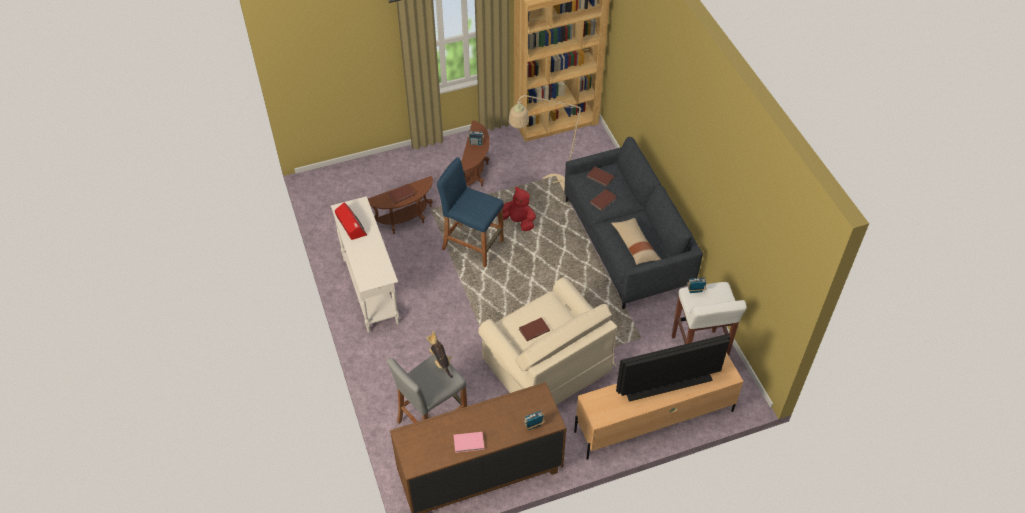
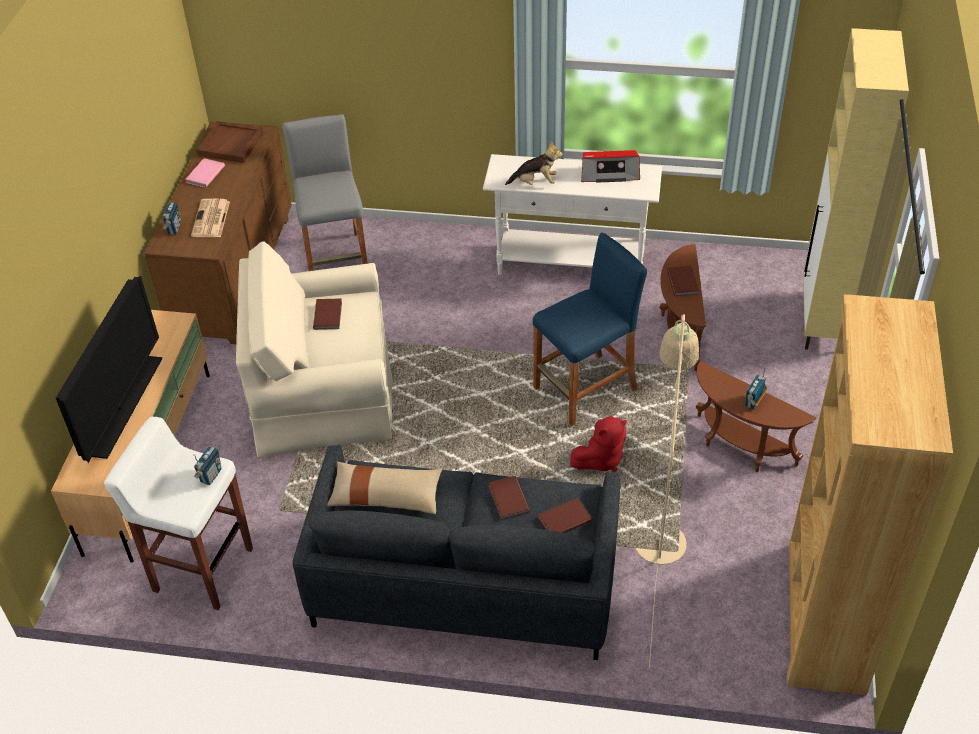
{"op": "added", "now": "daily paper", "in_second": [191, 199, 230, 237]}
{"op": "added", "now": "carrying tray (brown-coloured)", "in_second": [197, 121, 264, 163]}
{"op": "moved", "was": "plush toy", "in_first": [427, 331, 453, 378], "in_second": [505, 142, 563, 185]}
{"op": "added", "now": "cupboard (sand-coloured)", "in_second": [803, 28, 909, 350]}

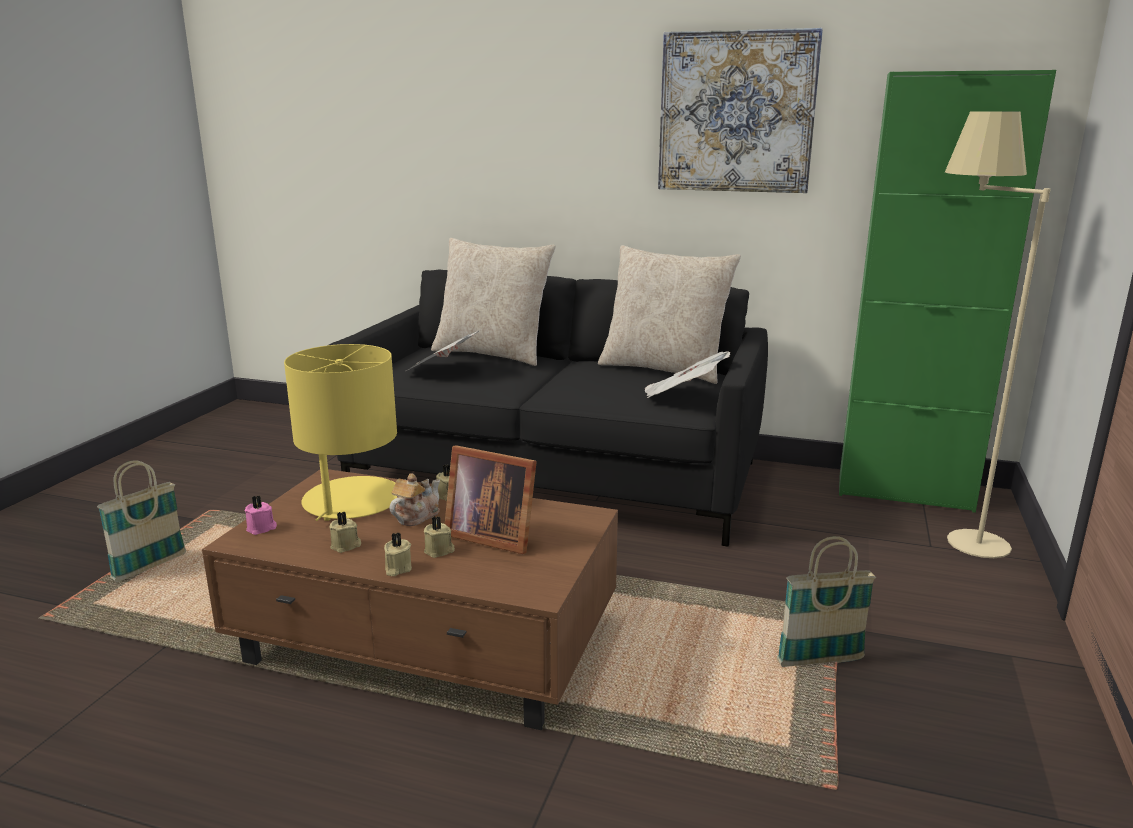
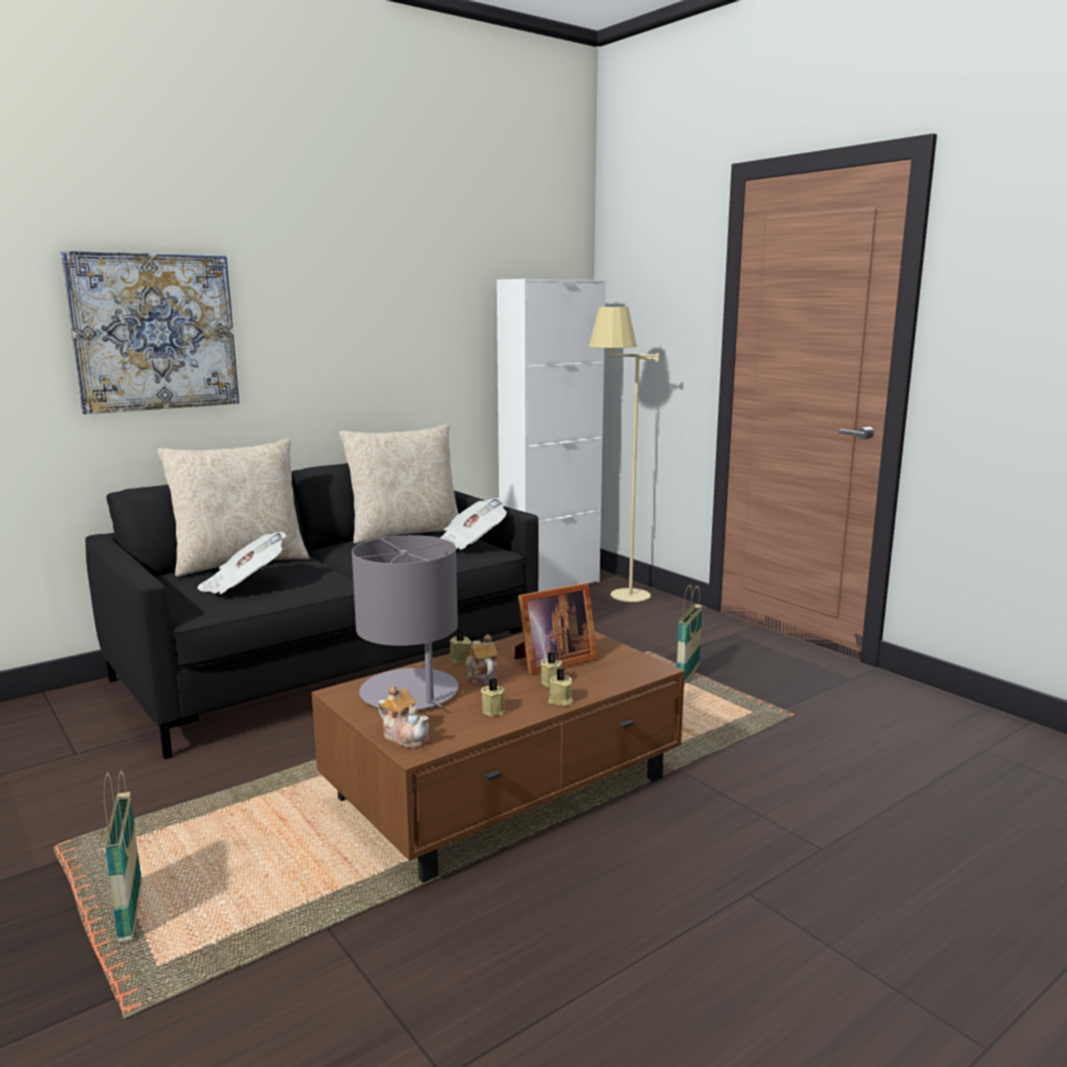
{"op": "moved", "was": "wall art", "in_first": [658, 28, 823, 193], "in_second": [61, 250, 239, 414]}
{"op": "recoloured", "was": "table lamp (yellow-coloured)", "now": "table lamp (greyish)", "in_first": [284, 344, 397, 521], "in_second": [352, 535, 459, 710]}
{"op": "replaced", "was": "candle (pinkish)", "now": "teapot", "in_first": [245, 496, 277, 535], "in_second": [378, 686, 429, 748]}
{"op": "recoloured", "was": "cupboard (green)", "now": "cupboard (whitish)", "in_first": [839, 70, 1056, 513], "in_second": [497, 279, 606, 591]}

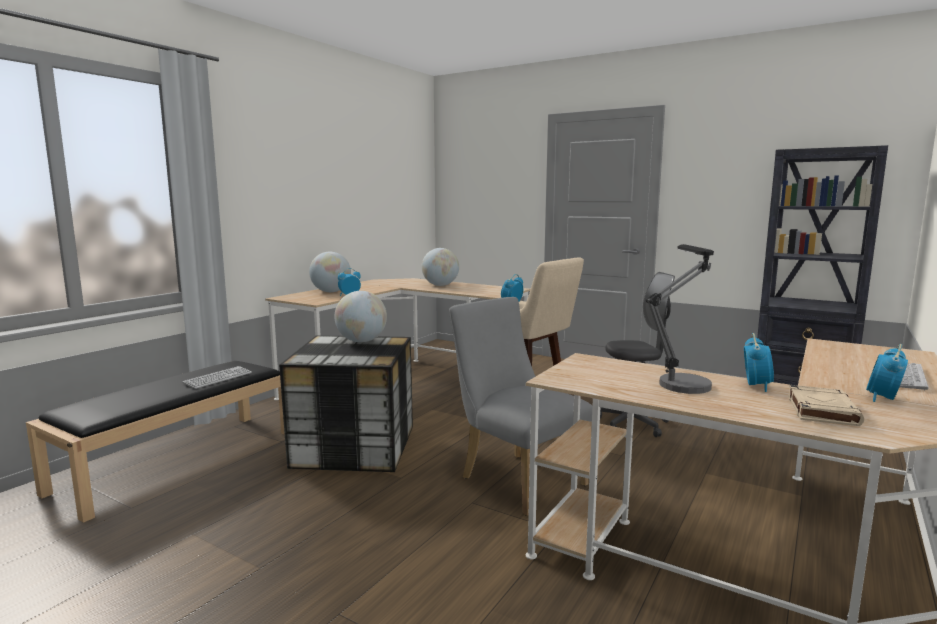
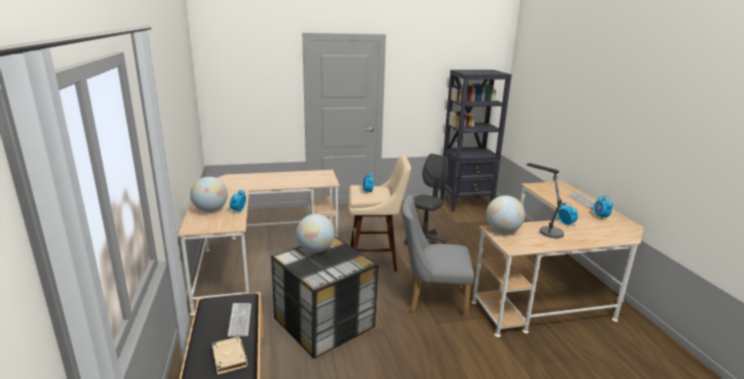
{"op": "moved", "was": "book (sand-coloured)", "in_first": [788, 385, 864, 426], "in_second": [212, 337, 248, 375]}
{"op": "moved", "was": "desk globe", "in_first": [422, 248, 459, 286], "in_second": [486, 196, 525, 233]}

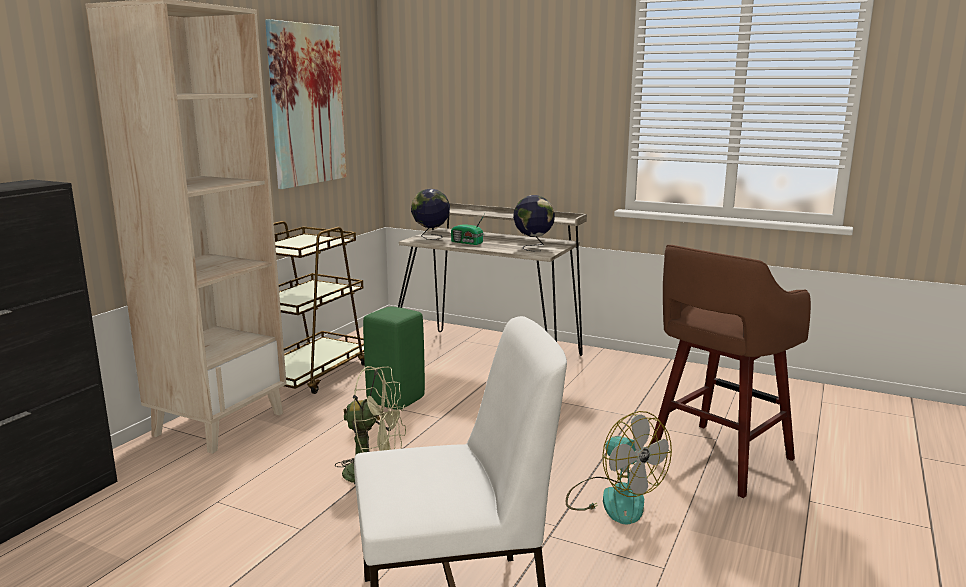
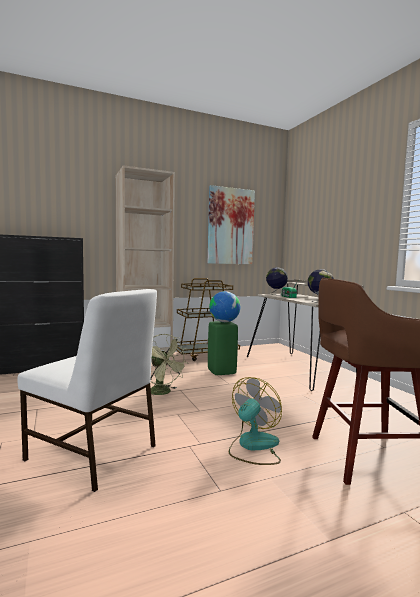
{"op": "added", "now": "desk globe", "in_second": [209, 291, 240, 322]}
{"op": "turned", "was": "cooling fan", "in_first": [565, 411, 672, 524], "in_second": [229, 377, 282, 465], "clockwise": -150}

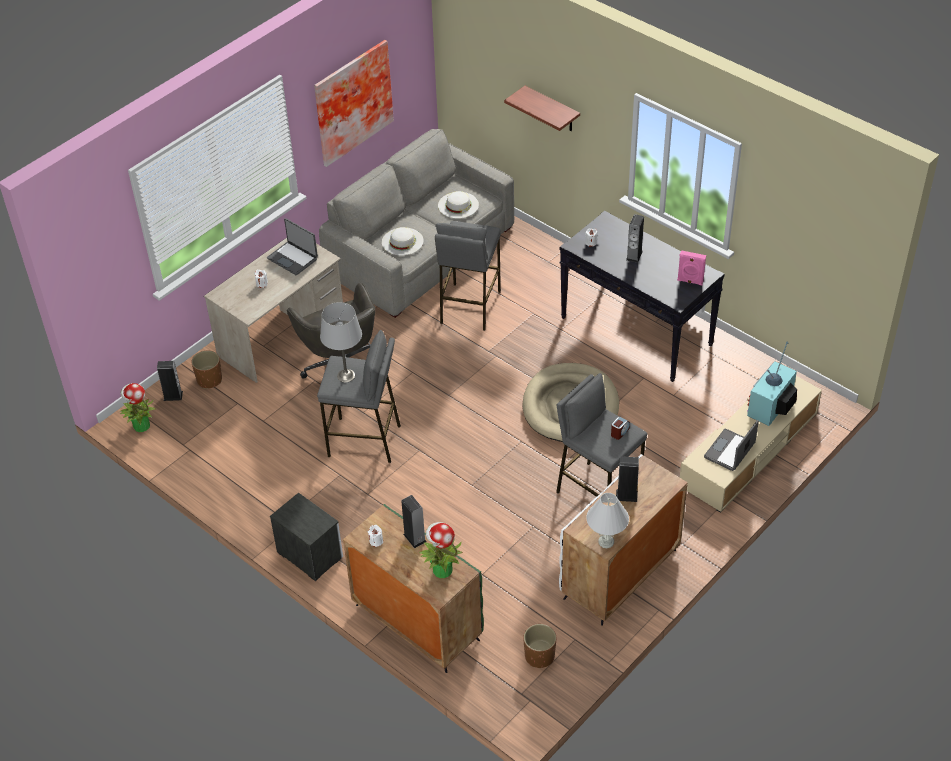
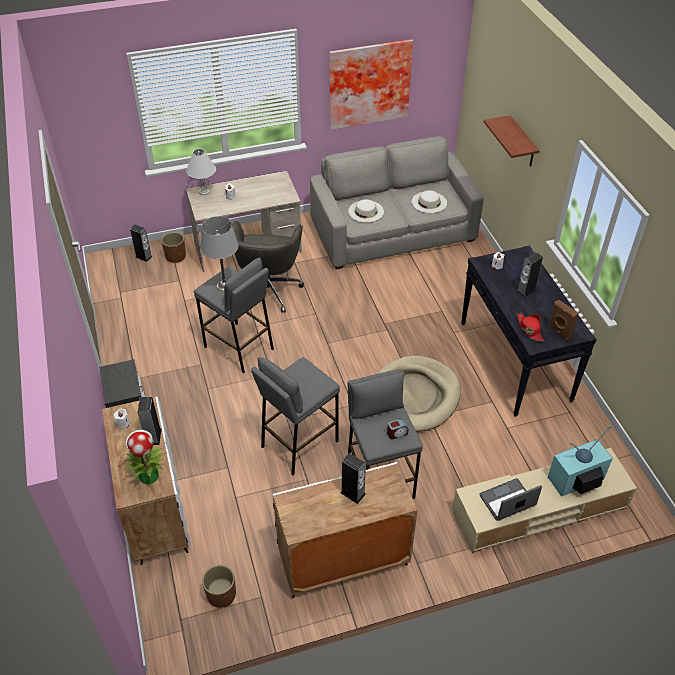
{"op": "recoloured", "was": "cupboard (green)", "now": "cupboard (whitish)", "in_first": [343, 504, 484, 673], "in_second": [102, 397, 191, 565]}
{"op": "moved", "was": "table lamp (whitish)", "in_first": [586, 493, 629, 548], "in_second": [186, 149, 216, 195]}
{"op": "moved", "was": "stool seat (greyish)", "in_first": [435, 221, 501, 331], "in_second": [251, 357, 340, 475]}
{"op": "added", "now": "clothing hat (red-coloured)", "in_second": [517, 313, 545, 342]}
{"op": "recoloured", "was": "audio speaker (pinkish)", "now": "audio speaker (brown-coloured)", "in_first": [677, 250, 706, 285], "in_second": [548, 300, 579, 341]}
{"op": "removed", "was": "houseplant", "in_first": [119, 383, 156, 432]}
{"op": "removed", "was": "notebook computer", "in_first": [267, 218, 318, 276]}

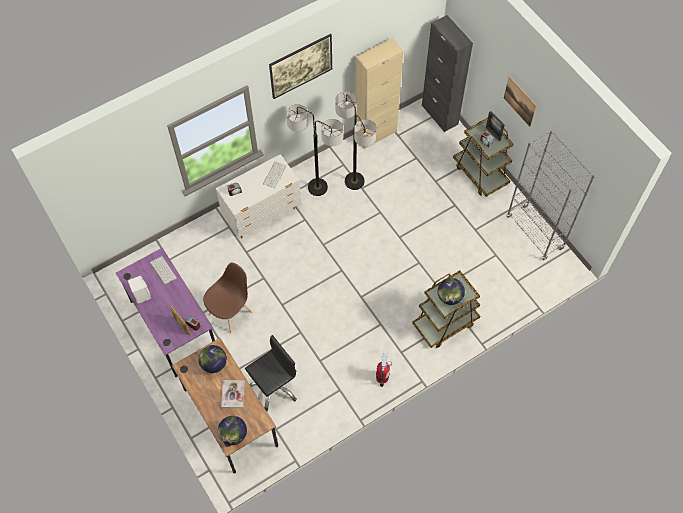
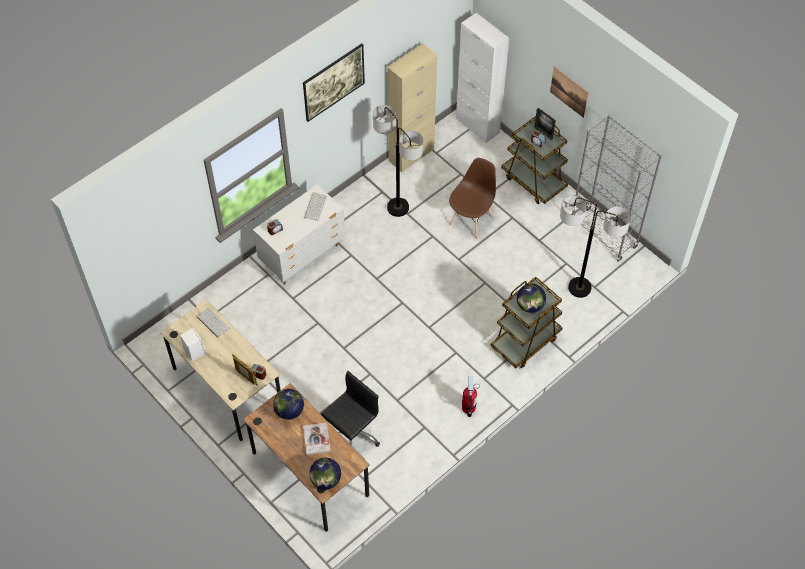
{"op": "recoloured", "was": "desk unit (purple-coloured)", "now": "desk unit (sand-coloured)", "in_first": [116, 248, 215, 377], "in_second": [160, 299, 281, 441]}
{"op": "moved", "was": "plain chair (brown-coloured)", "in_first": [203, 262, 253, 333], "in_second": [449, 158, 496, 239]}
{"op": "recoloured", "was": "cupboard (black-coloured)", "now": "cupboard (whitish)", "in_first": [422, 15, 473, 132], "in_second": [456, 13, 509, 143]}
{"op": "moved", "was": "floor lamp", "in_first": [286, 104, 343, 196], "in_second": [560, 195, 631, 298]}

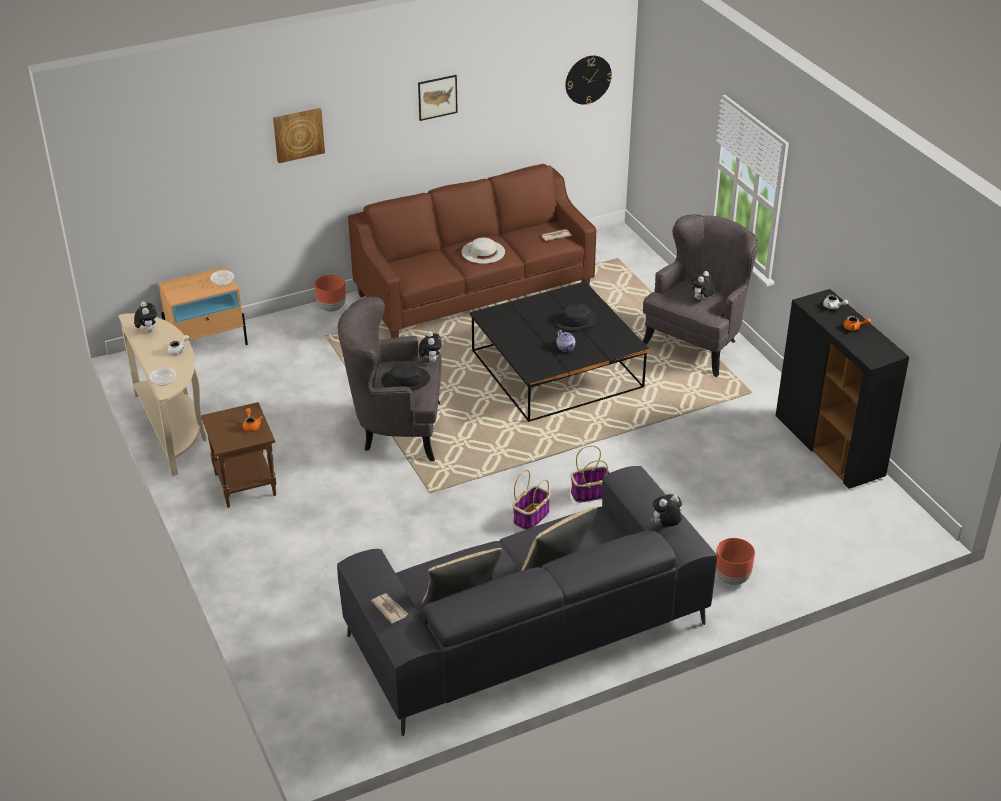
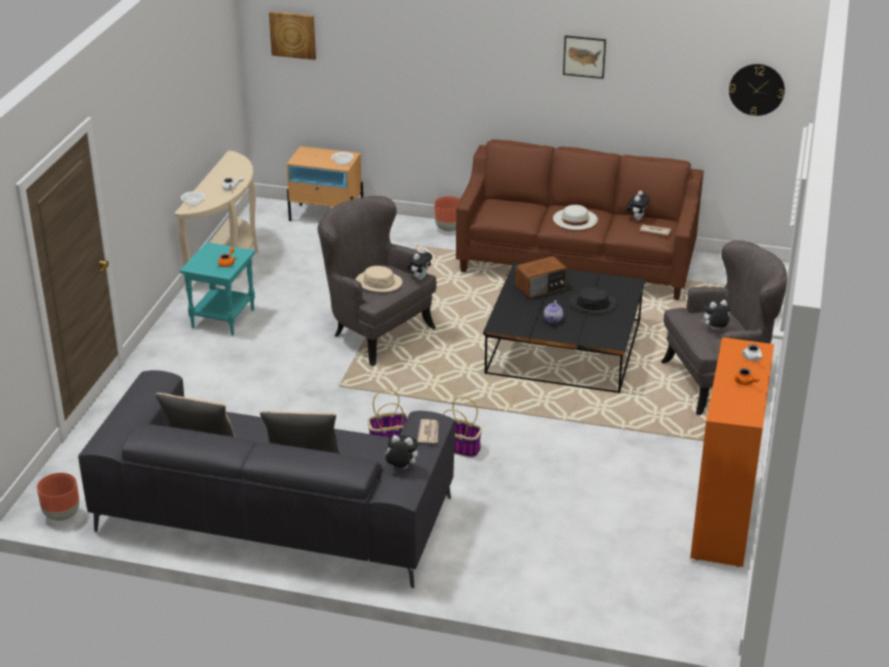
{"op": "moved", "was": "flower pot (brown-coloured)", "in_first": [716, 538, 755, 585], "in_second": [37, 473, 79, 521]}
{"op": "recoloured", "was": "accent table (brown-coloured)", "now": "accent table (turquoise)", "in_first": [201, 402, 276, 508], "in_second": [180, 242, 255, 335]}
{"op": "moved", "was": "wall art", "in_first": [273, 108, 325, 163], "in_second": [269, 11, 316, 60]}
{"op": "recoloured", "was": "clothing hat (black-coloured)", "now": "clothing hat (sand-coloured)", "in_first": [381, 363, 430, 391], "in_second": [356, 266, 402, 292]}
{"op": "moved", "was": "daily paper", "in_first": [371, 594, 408, 624], "in_second": [417, 419, 438, 443]}
{"op": "added", "now": "radio", "in_second": [515, 256, 567, 298]}
{"op": "moved", "was": "plush toy", "in_first": [134, 301, 157, 333], "in_second": [626, 191, 649, 221]}
{"op": "recoloured", "was": "cupboard (black-coloured)", "now": "cupboard (orange)", "in_first": [776, 289, 909, 489], "in_second": [690, 337, 774, 567]}

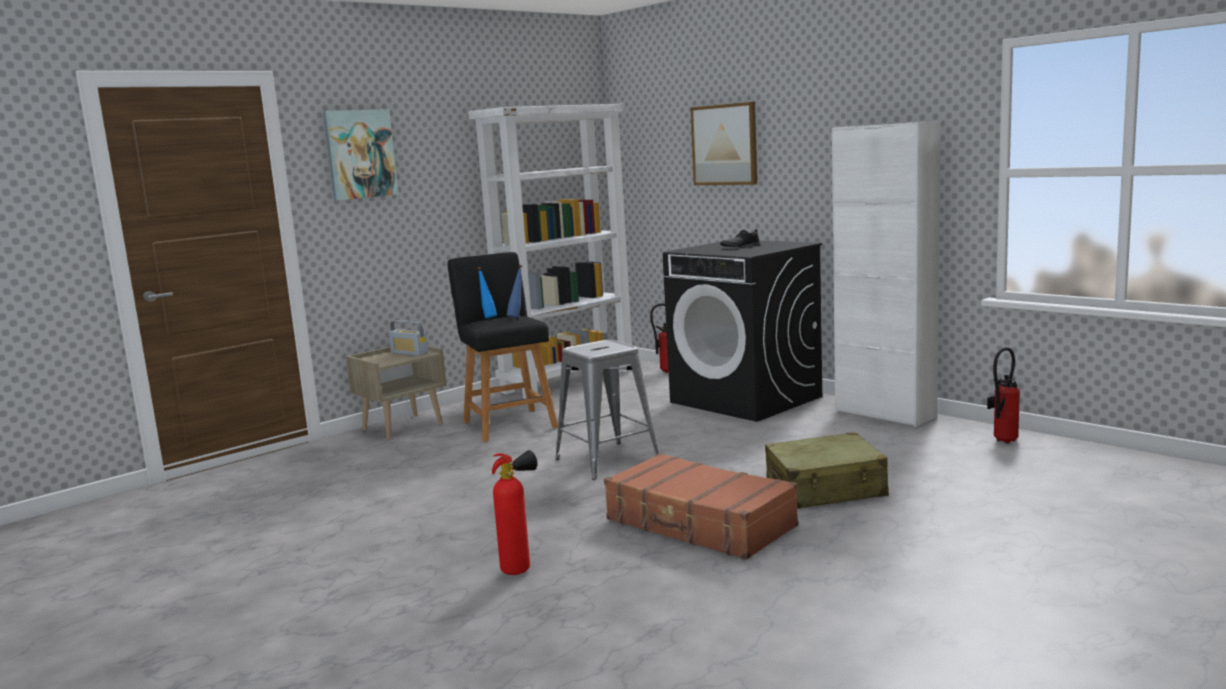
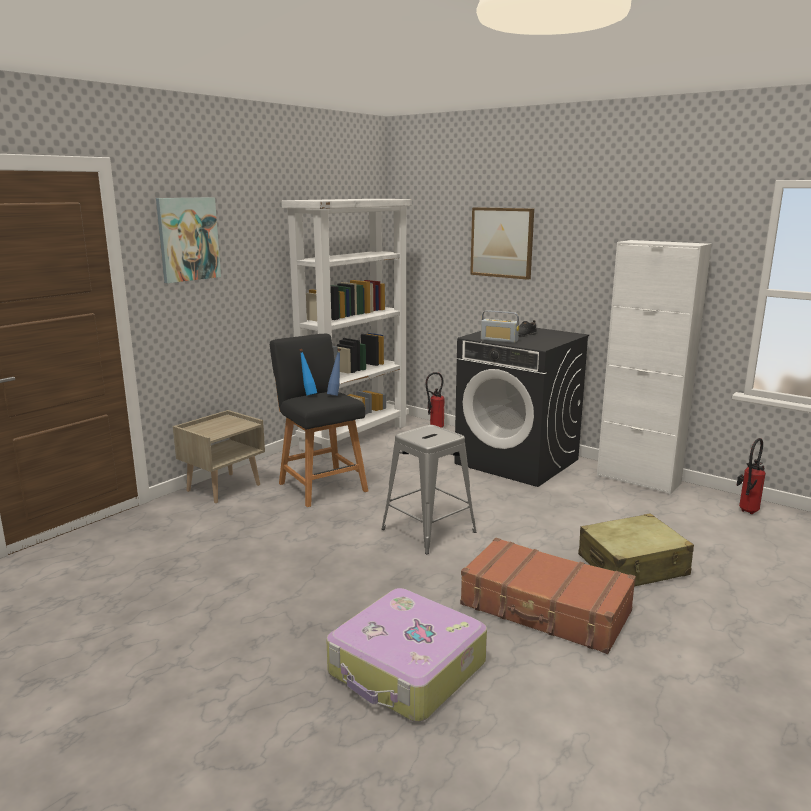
{"op": "replaced", "was": "fire extinguisher", "now": "suitcase", "in_first": [492, 450, 538, 575], "in_second": [326, 588, 487, 722]}
{"op": "moved", "was": "radio", "in_first": [389, 320, 428, 356], "in_second": [481, 310, 519, 343]}

